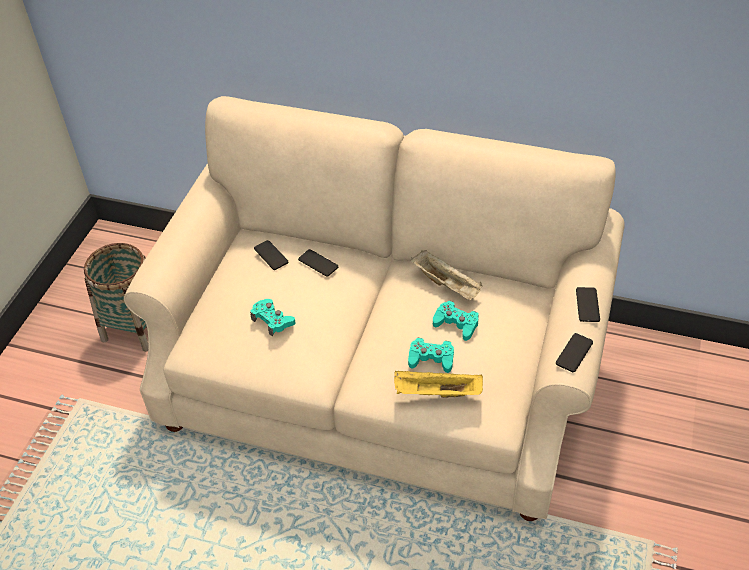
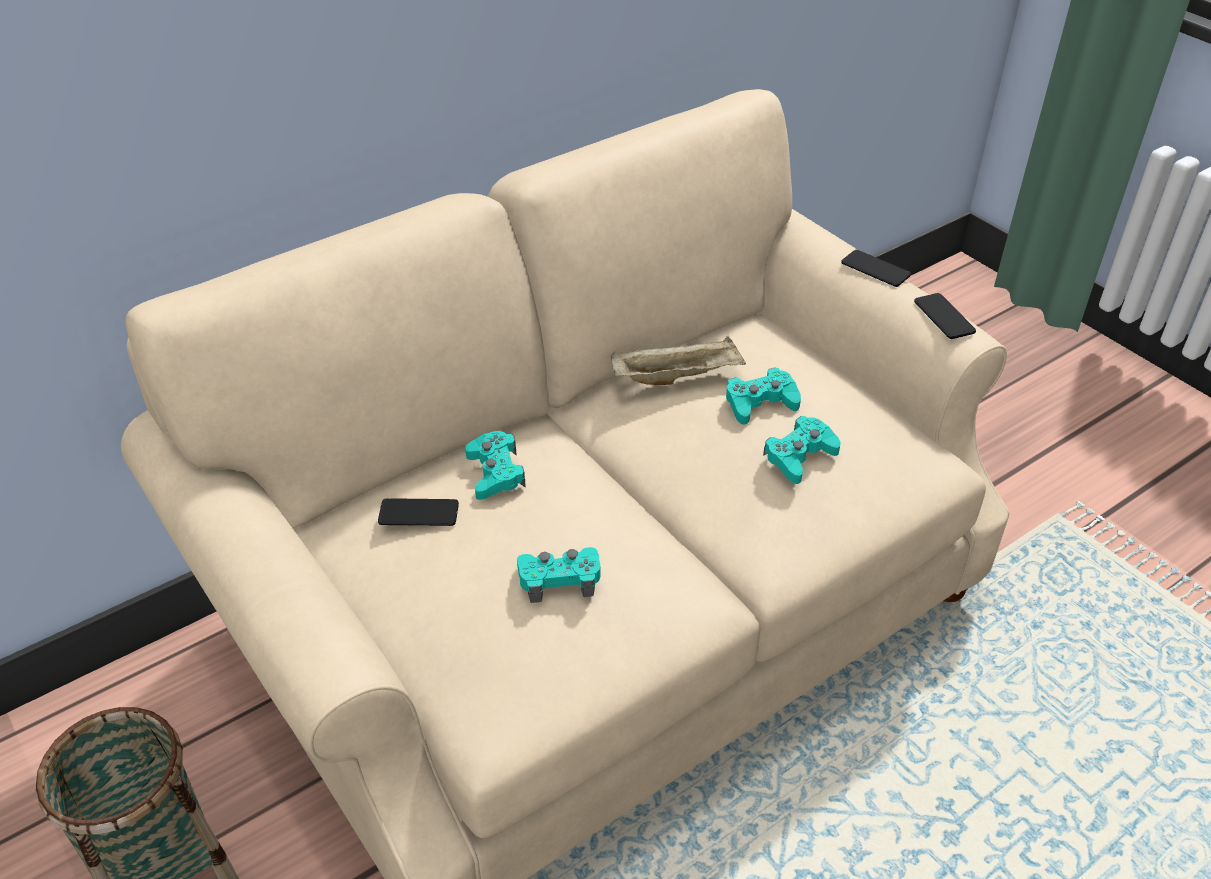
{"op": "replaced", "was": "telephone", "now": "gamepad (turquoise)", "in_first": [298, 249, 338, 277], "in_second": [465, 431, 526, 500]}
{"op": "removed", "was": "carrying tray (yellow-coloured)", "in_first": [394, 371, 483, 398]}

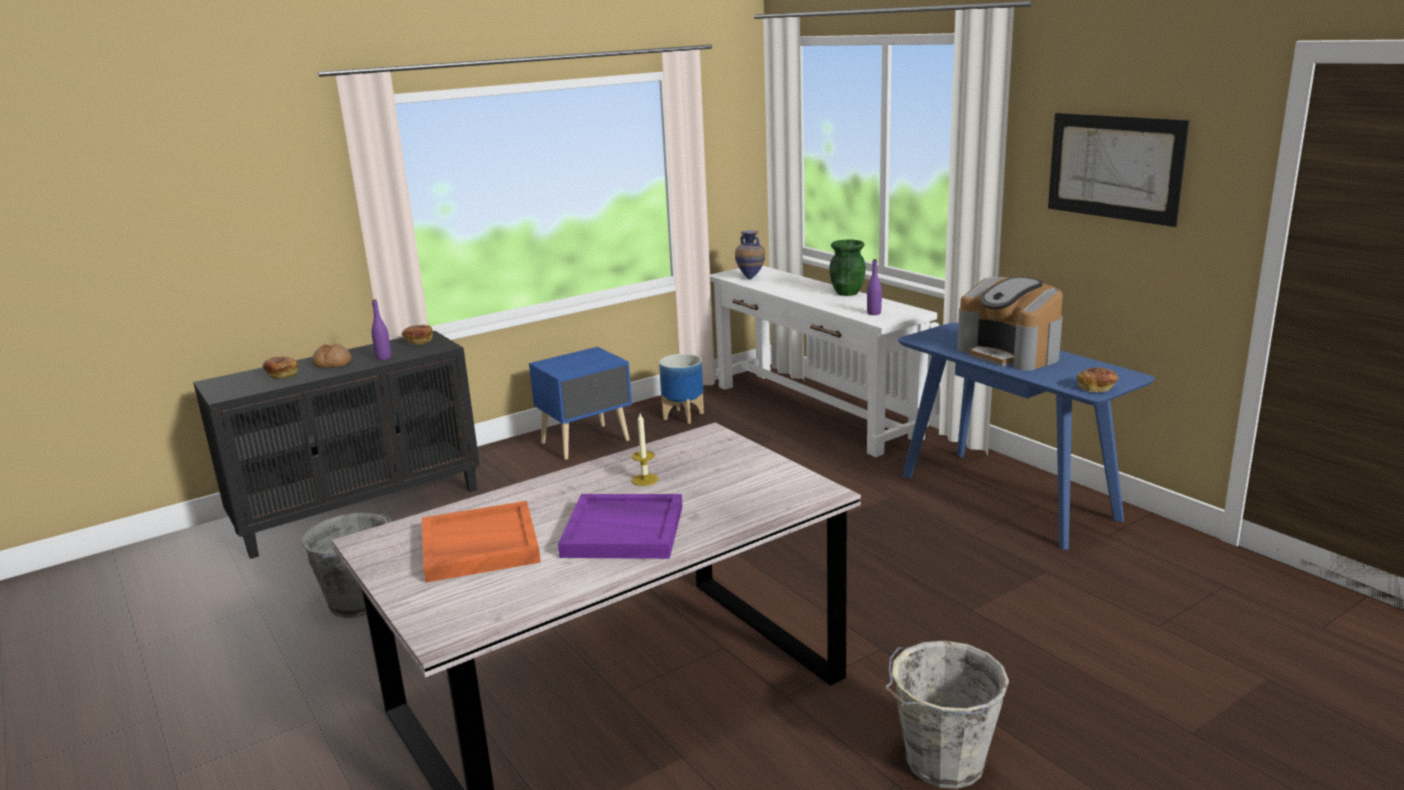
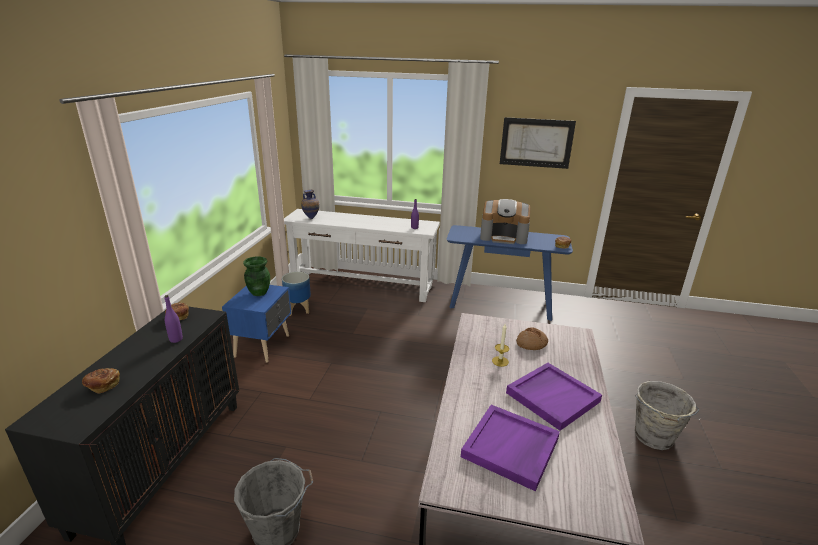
{"op": "moved", "was": "vase (green)", "in_first": [829, 240, 866, 296], "in_second": [243, 256, 270, 296]}
{"op": "recoloured", "was": "carrying tray (orange)", "now": "carrying tray (purple-coloured)", "in_first": [422, 501, 541, 583], "in_second": [461, 405, 560, 491]}
{"op": "moved", "was": "baked bread", "in_first": [312, 344, 351, 368], "in_second": [516, 327, 548, 350]}

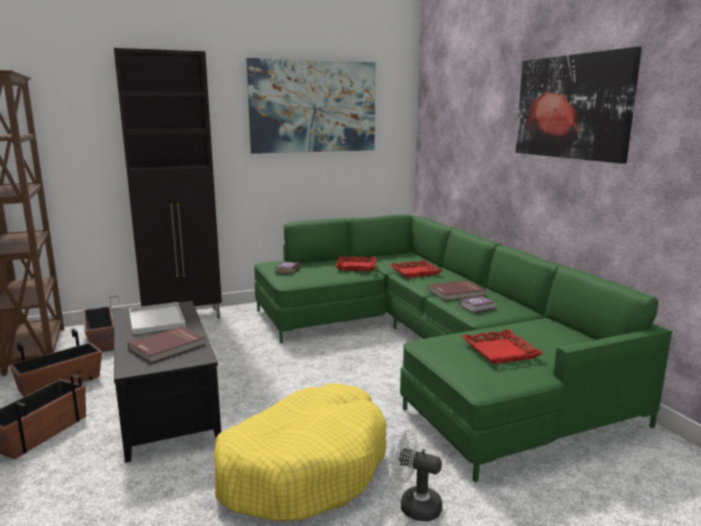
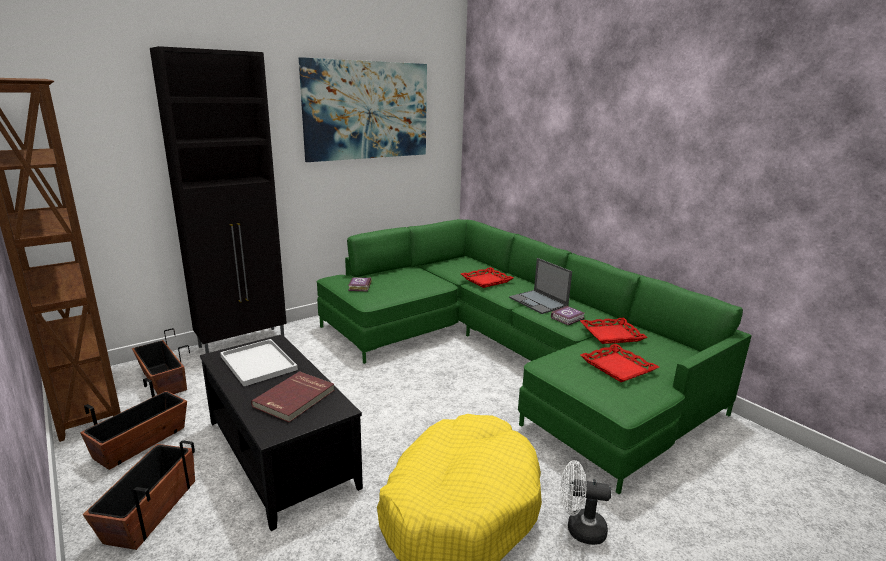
{"op": "replaced", "was": "book (red-coloured)", "now": "notebook computer", "in_first": [428, 280, 486, 300], "in_second": [509, 258, 572, 314]}
{"op": "moved", "was": "carrying tray (red-coloured)", "in_first": [336, 256, 377, 271], "in_second": [580, 318, 648, 344]}
{"op": "removed", "was": "wall art", "in_first": [515, 47, 642, 164]}

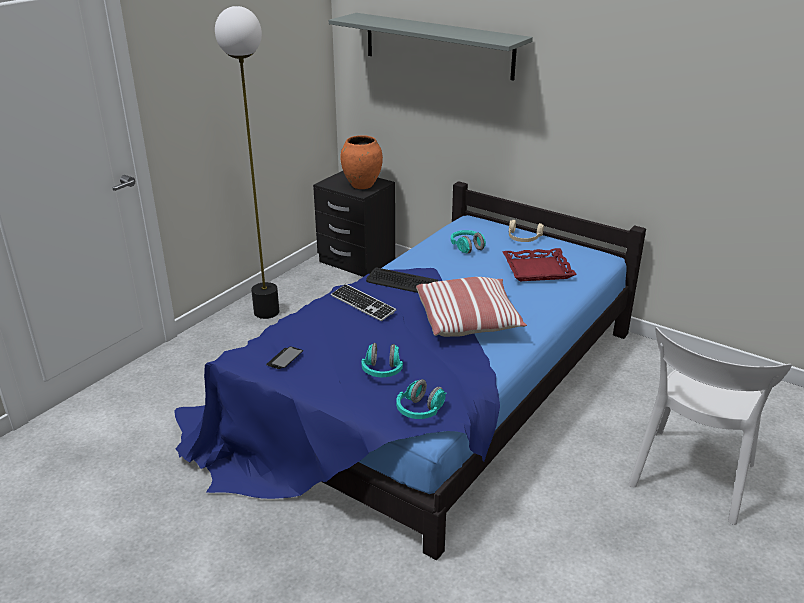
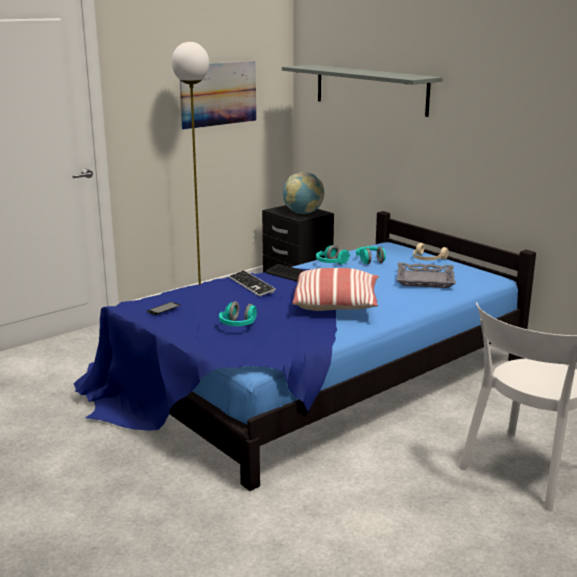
{"op": "added", "now": "wall art", "in_second": [180, 61, 256, 129]}
{"op": "replaced", "was": "vase (orange)", "now": "desk globe", "in_first": [340, 135, 383, 189], "in_second": [283, 171, 324, 214]}
{"op": "moved", "was": "headset (turquoise)", "in_first": [396, 379, 447, 419], "in_second": [316, 245, 351, 265]}
{"op": "recoloured", "was": "carrying tray (red-coloured)", "now": "carrying tray (greyish)", "in_first": [502, 248, 577, 281], "in_second": [396, 263, 456, 288]}

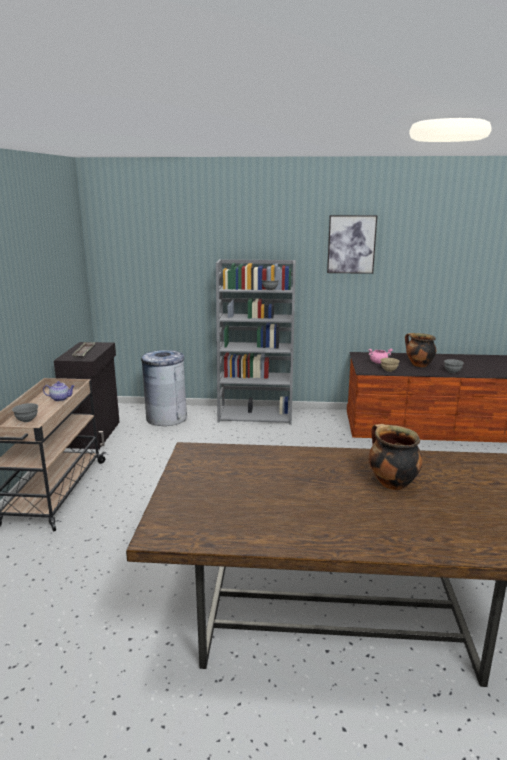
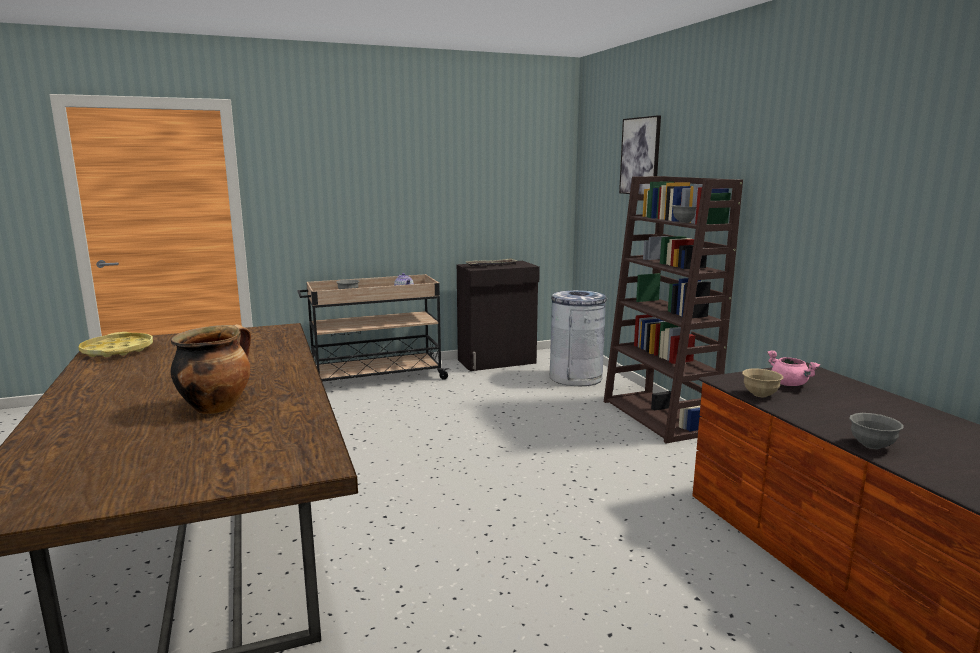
{"op": "added", "now": "carrying tray (yellow-coloured)", "in_second": [78, 332, 153, 357]}
{"op": "recoloured", "was": "bookshelf (greyish)", "now": "bookshelf (brown-coloured)", "in_first": [216, 259, 296, 425], "in_second": [604, 176, 743, 444]}
{"op": "moved", "was": "wall art", "in_first": [327, 215, 377, 274], "in_second": [619, 115, 661, 194]}
{"op": "removed", "was": "stockpot", "in_first": [405, 333, 436, 367]}

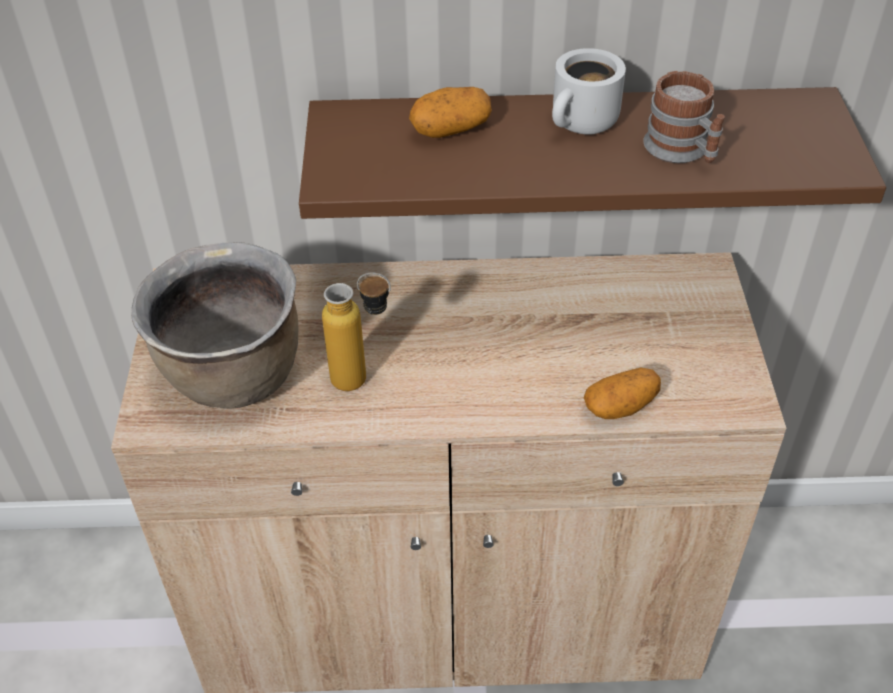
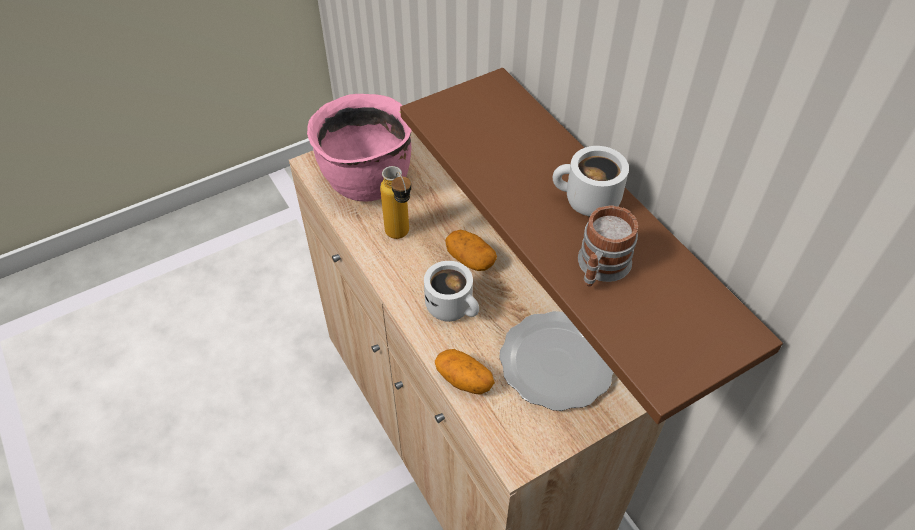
{"op": "recoloured", "was": "stockpot (brown-coloured)", "now": "stockpot (pinkish)", "in_first": [131, 242, 299, 409], "in_second": [307, 94, 412, 202]}
{"op": "added", "now": "coffee mug (whitish)", "in_second": [424, 261, 479, 322]}
{"op": "moved", "was": "potato", "in_first": [409, 87, 492, 138], "in_second": [445, 230, 497, 271]}
{"op": "added", "now": "plate", "in_second": [499, 311, 613, 411]}

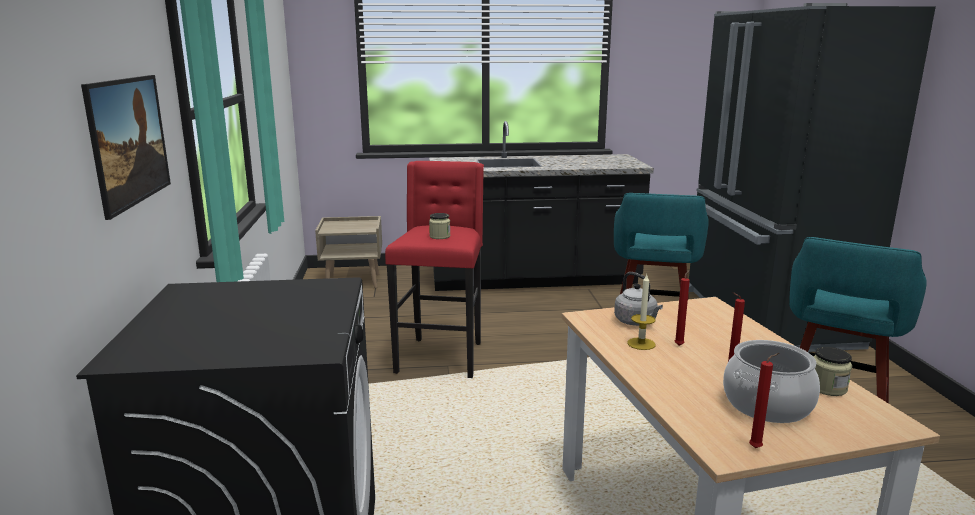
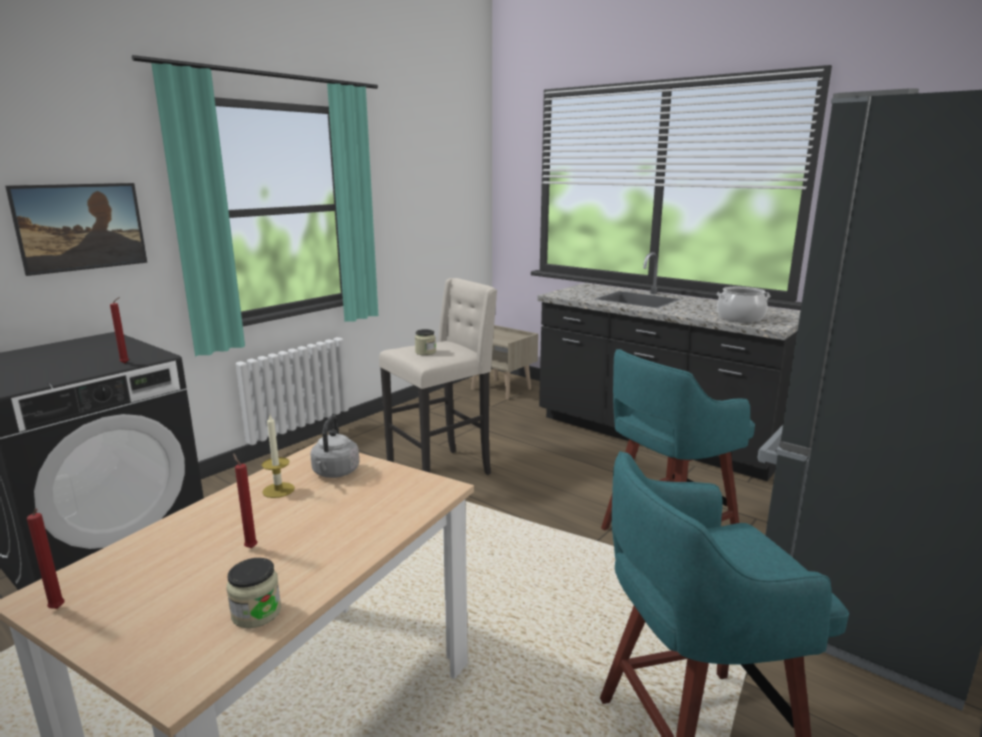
{"op": "moved", "was": "candle (red-coloured)", "in_first": [674, 270, 690, 346], "in_second": [110, 297, 129, 363]}
{"op": "recoloured", "was": "stool seat (red-coloured)", "now": "stool seat (sand-coloured)", "in_first": [385, 161, 484, 378], "in_second": [379, 278, 497, 475]}
{"op": "moved", "was": "stockpot", "in_first": [723, 340, 820, 423], "in_second": [716, 287, 770, 323]}

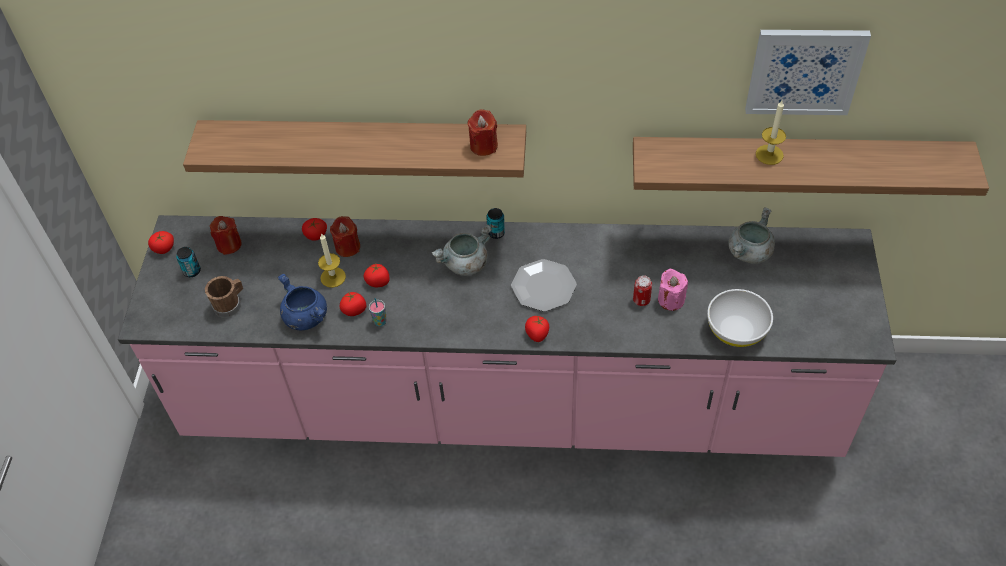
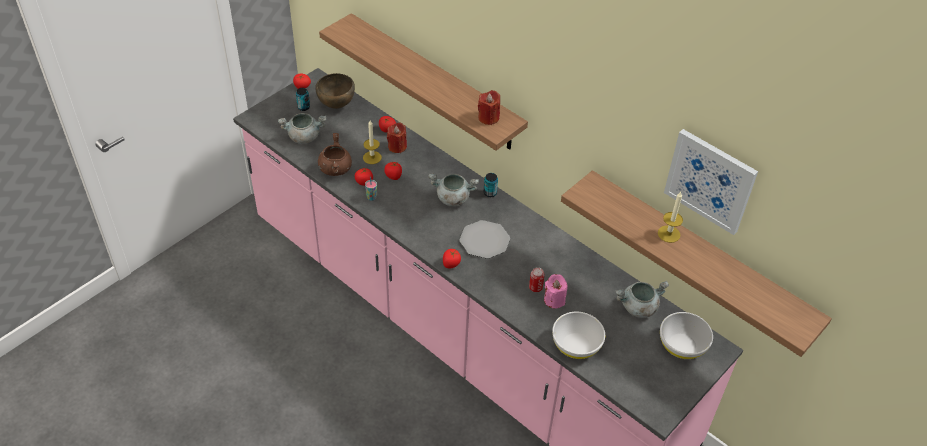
{"op": "replaced", "was": "coffee mug (brown-coloured)", "now": "stockpot (greyish)", "in_first": [205, 276, 243, 318], "in_second": [278, 113, 327, 144]}
{"op": "replaced", "was": "candle (red-coloured)", "now": "serving bowl (brown-coloured)", "in_first": [210, 216, 242, 255], "in_second": [315, 73, 355, 109]}
{"op": "recoloured", "was": "stockpot (bluish)", "now": "stockpot (brown-coloured)", "in_first": [277, 273, 327, 331], "in_second": [318, 133, 352, 176]}
{"op": "added", "now": "serving bowl (whitish)", "in_second": [660, 312, 713, 359]}

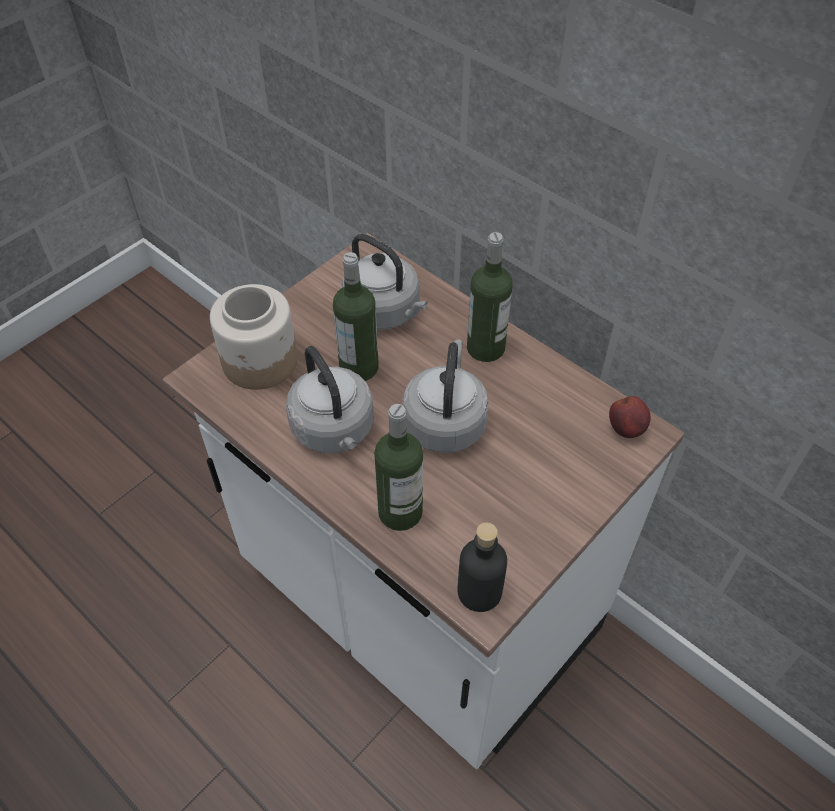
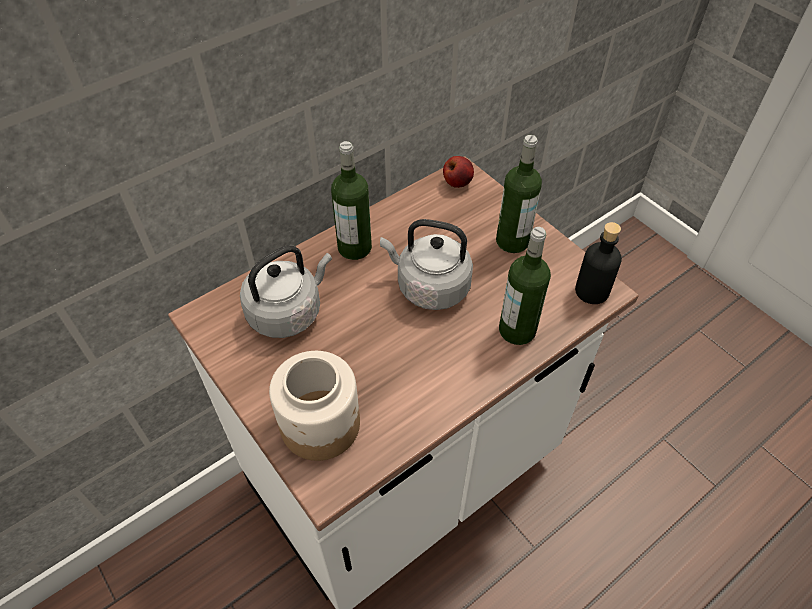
{"op": "moved", "was": "bottle", "in_first": [333, 252, 379, 381], "in_second": [496, 135, 542, 253]}
{"op": "removed", "was": "tea kettle (greyish)", "in_first": [286, 346, 373, 453]}

